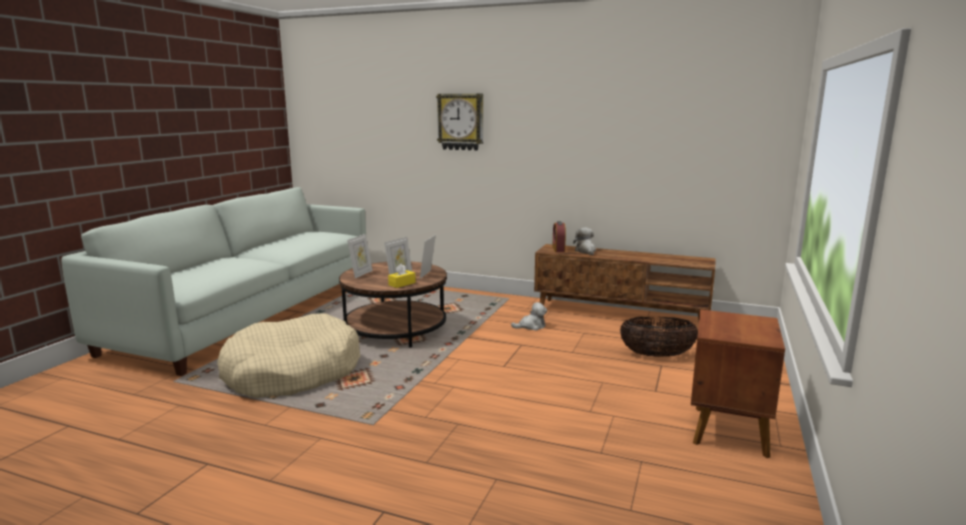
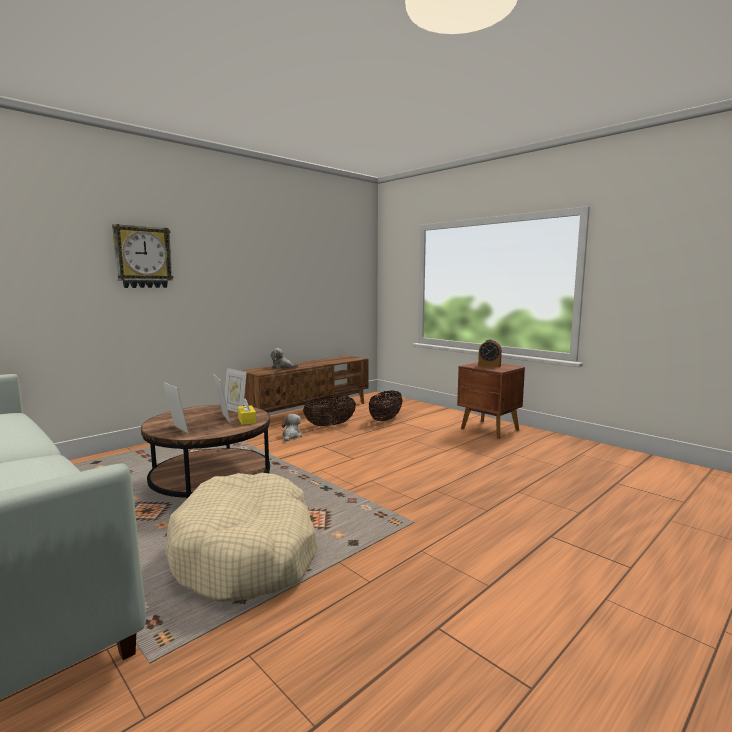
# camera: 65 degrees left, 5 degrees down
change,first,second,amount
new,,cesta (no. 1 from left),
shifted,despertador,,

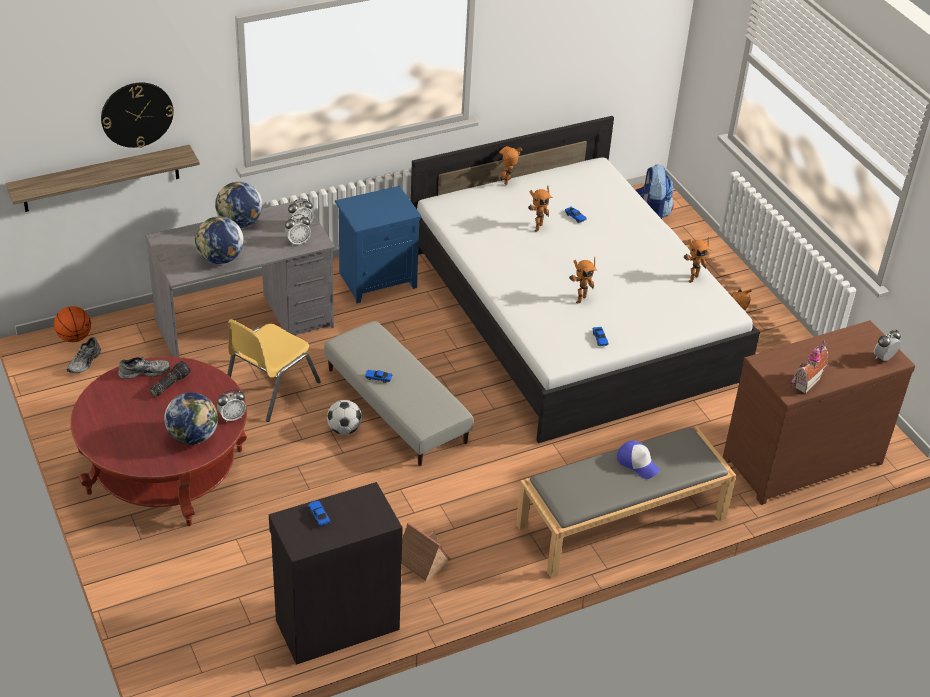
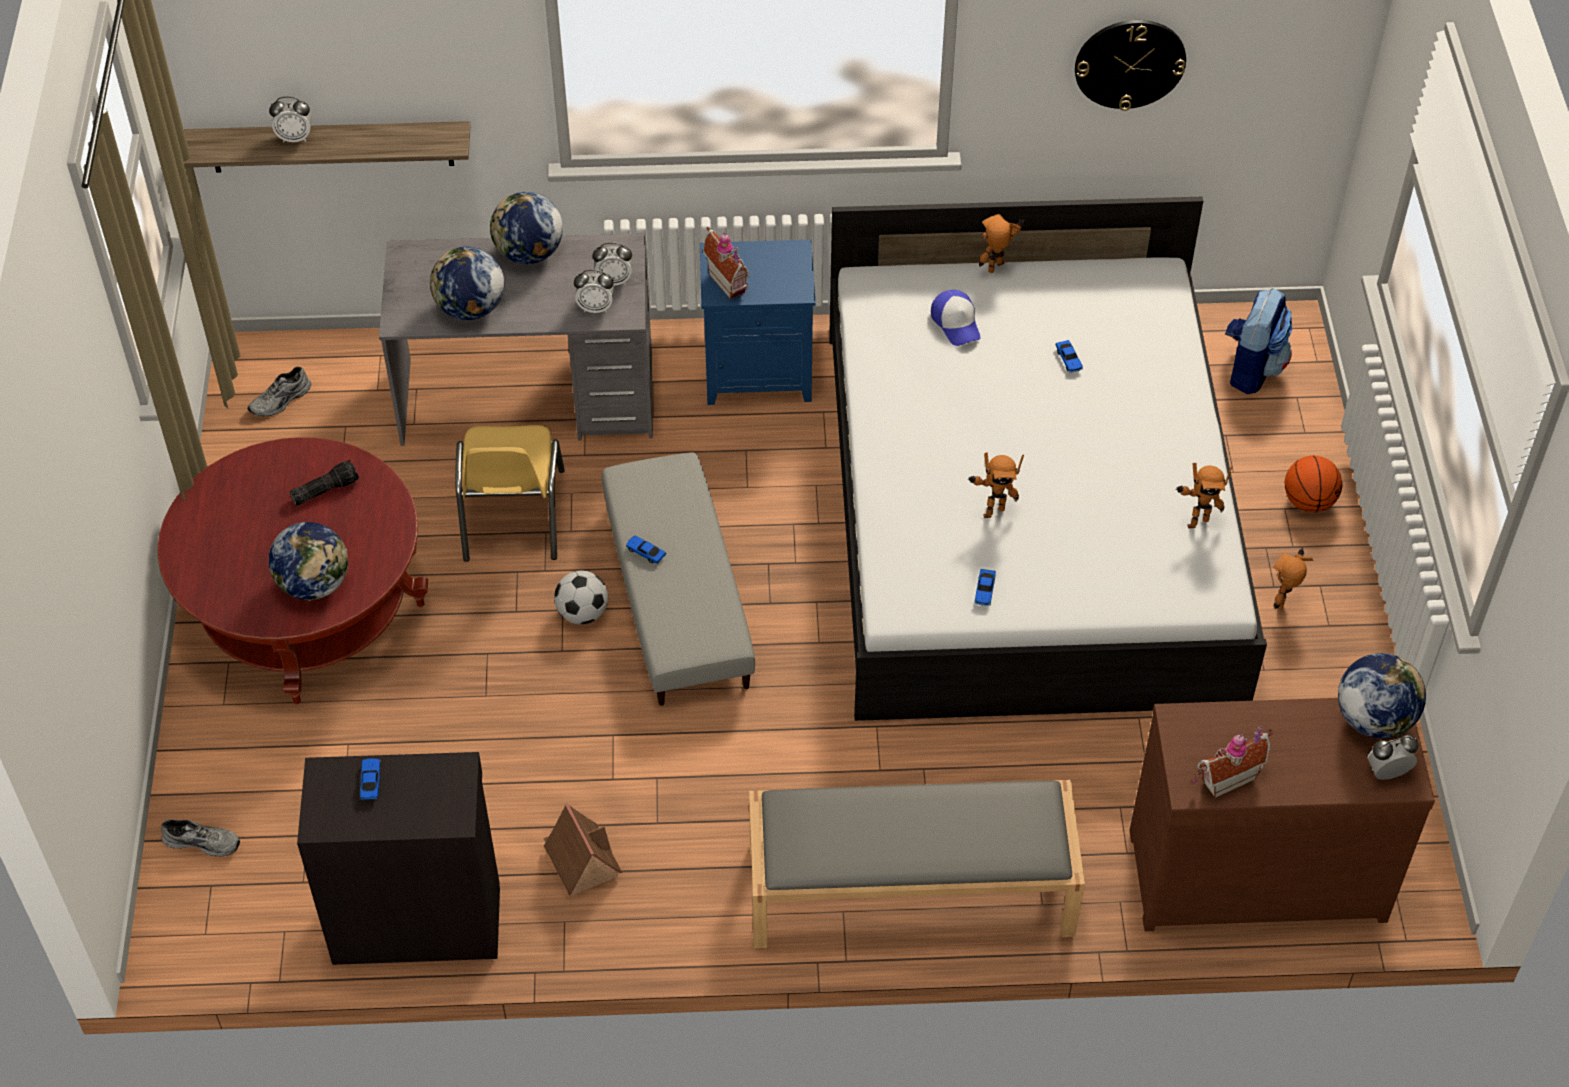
# camera: 25 degrees right, 10 degrees up
change,first,second,amount
shifted,zapato (gris) (no. 2 from left in the first image),zapato (gris) (no. 1 from left),
shifted,despertador (no. 1 from left),,
rotated,silla (amarillo),,60 degrees counterclockwise
new,,casita (no. 2 from left),
shifted,gorra,,
shifted,reloj de pared,,
shifted,balón de baloncesto,,
new,,globo terráqueo (no. 4 from left),
gone,robot de juguete (no. 2 from left),,

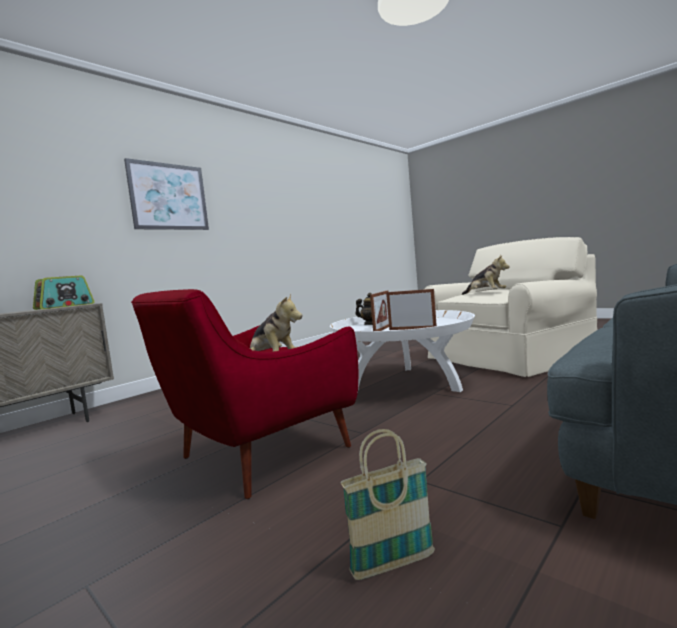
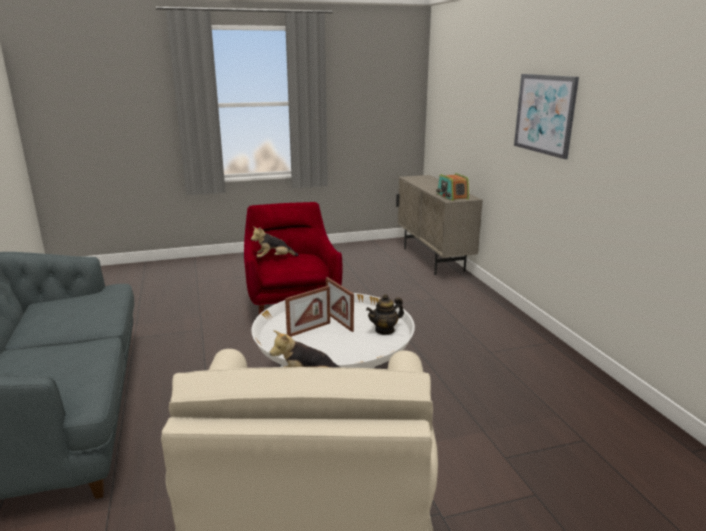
# camera: 120 degrees right, 15 degrees up
change,first,second,amount
gone,cesta,,

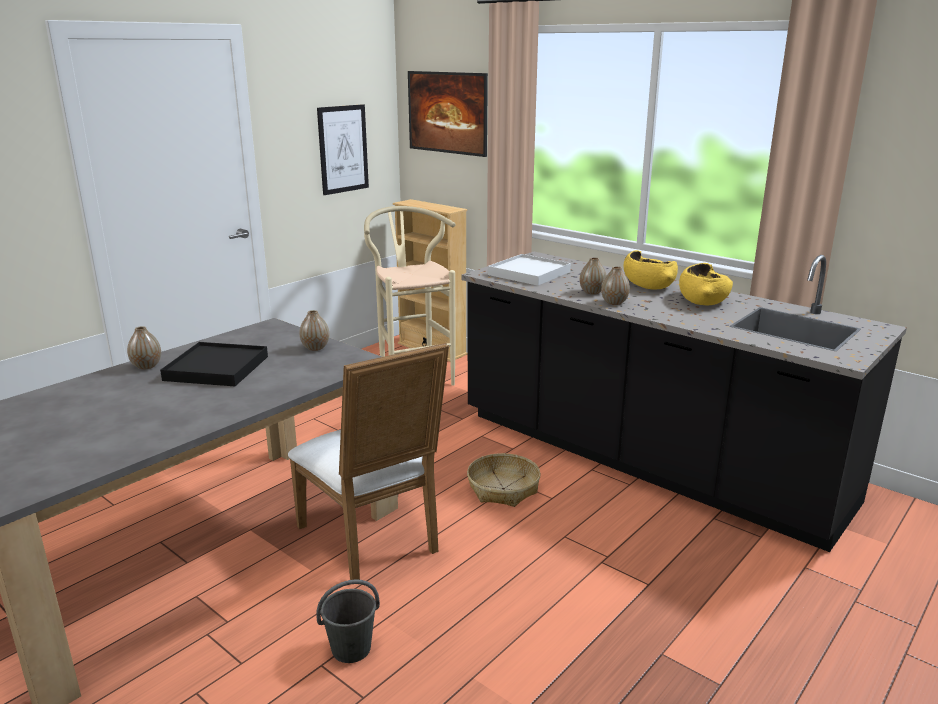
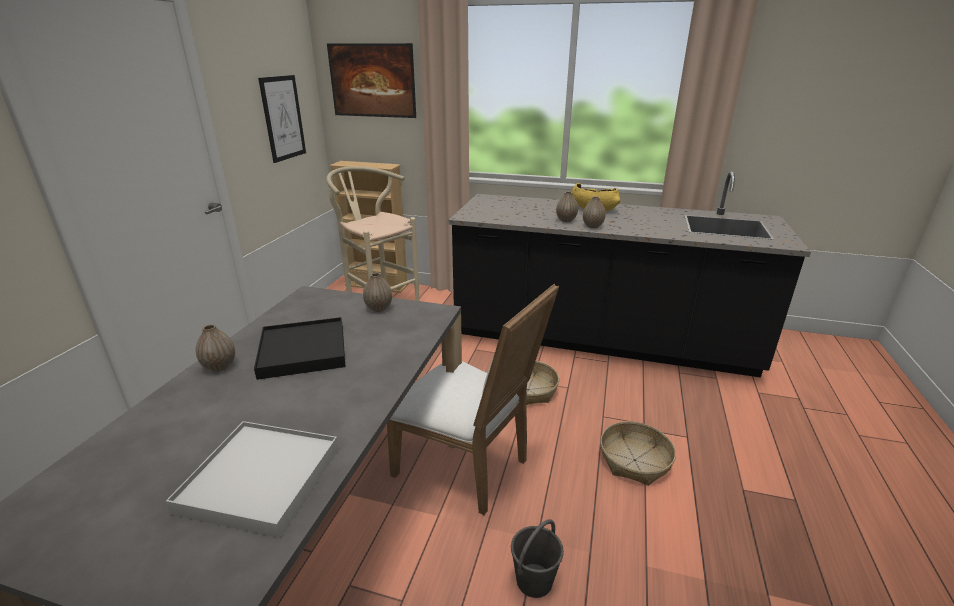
# camera: 25 degrees left, 5 degrees up
change,first,second,amount
shifted,bandeja (blanco),,
new,,cesta (no. 2 from left),
gone,cuenco (amarillo) (no. 2 from left),,

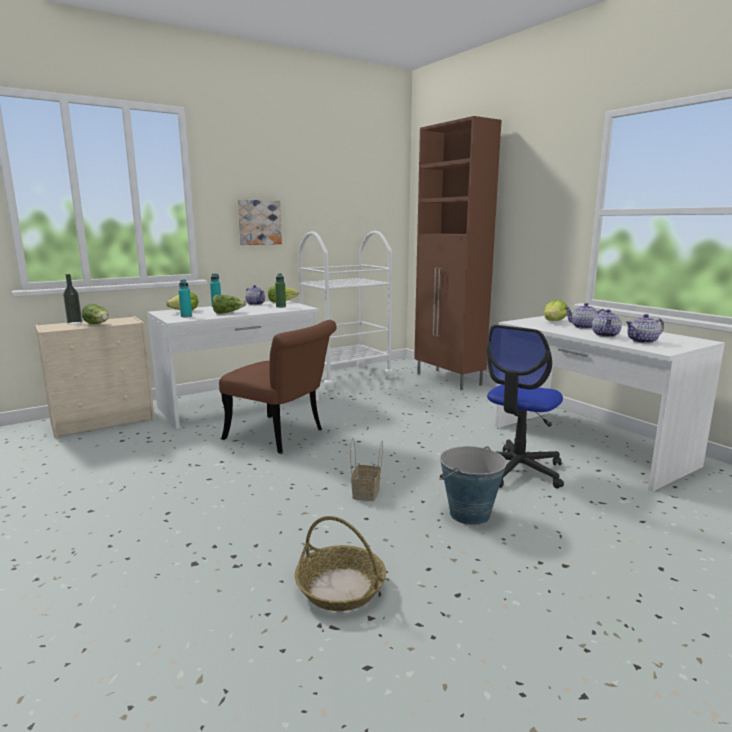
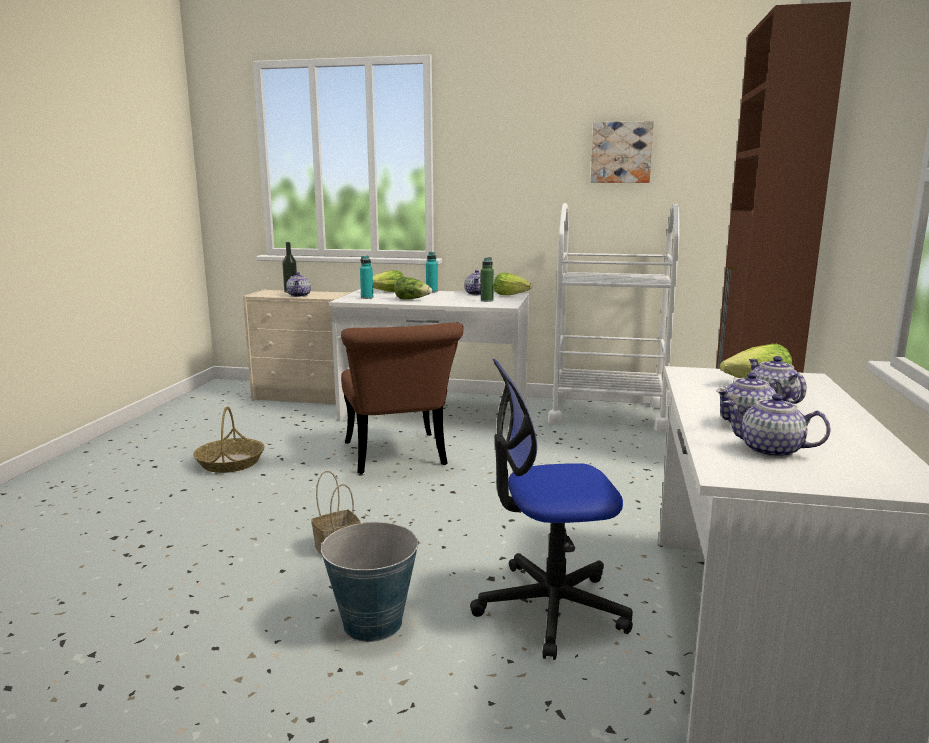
# camera: 45 degrees right, 0 degrees up
change,first,second,amount
shifted,cesta (no. 1 from left),,
swapped,lechuga (no. 1 from left),tetera (no. 1 from left),
shifted,cuadro,,

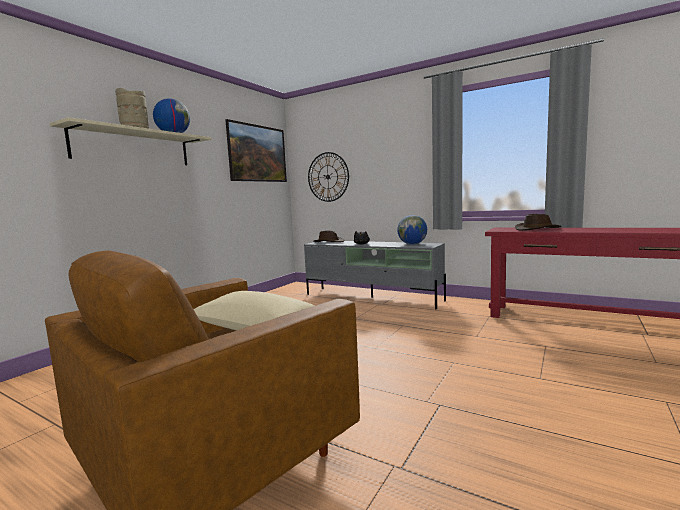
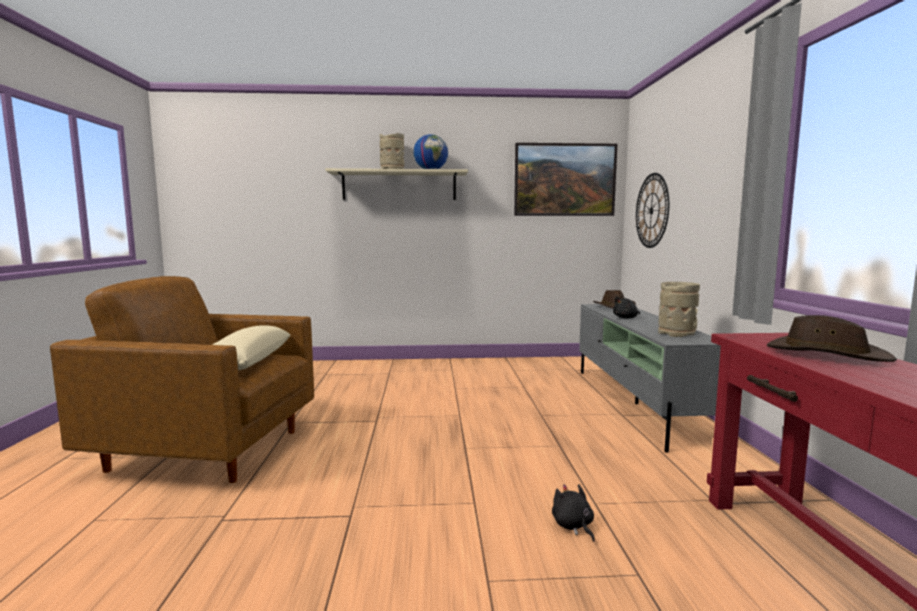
# camera: 55 degrees right, 0 degrees up
change,first,second,amount
new,,peluche (negro) (no. 1 from left),
swapped,globo terráqueo (no. 2 from left),florero (beis) (no. 2 from left),

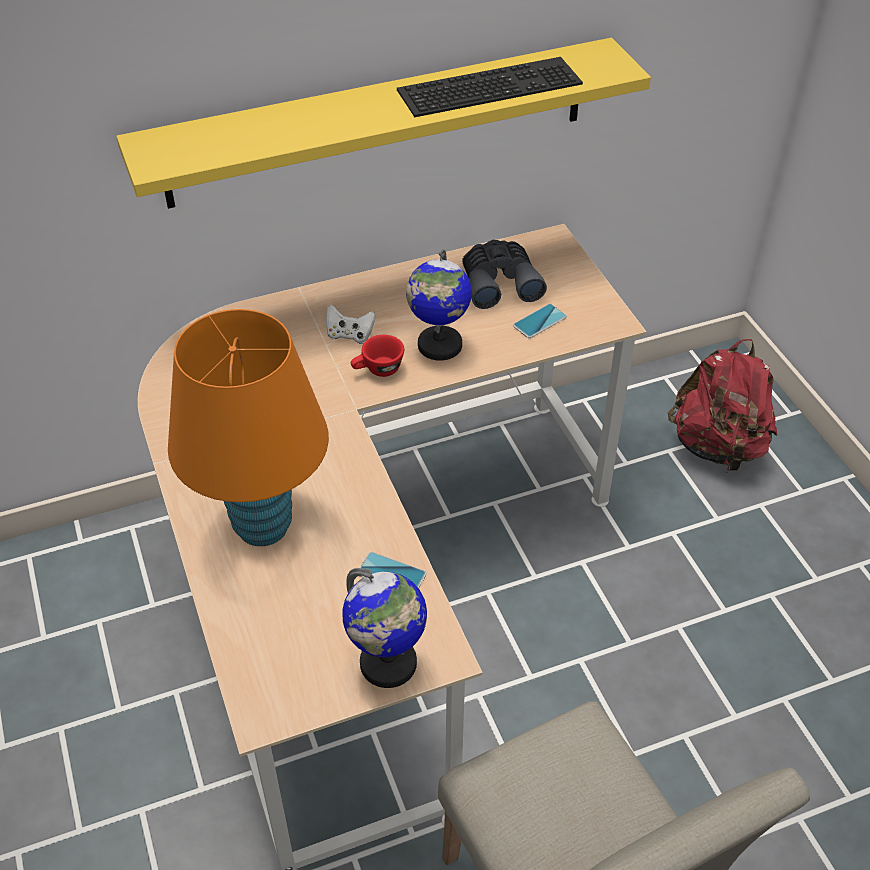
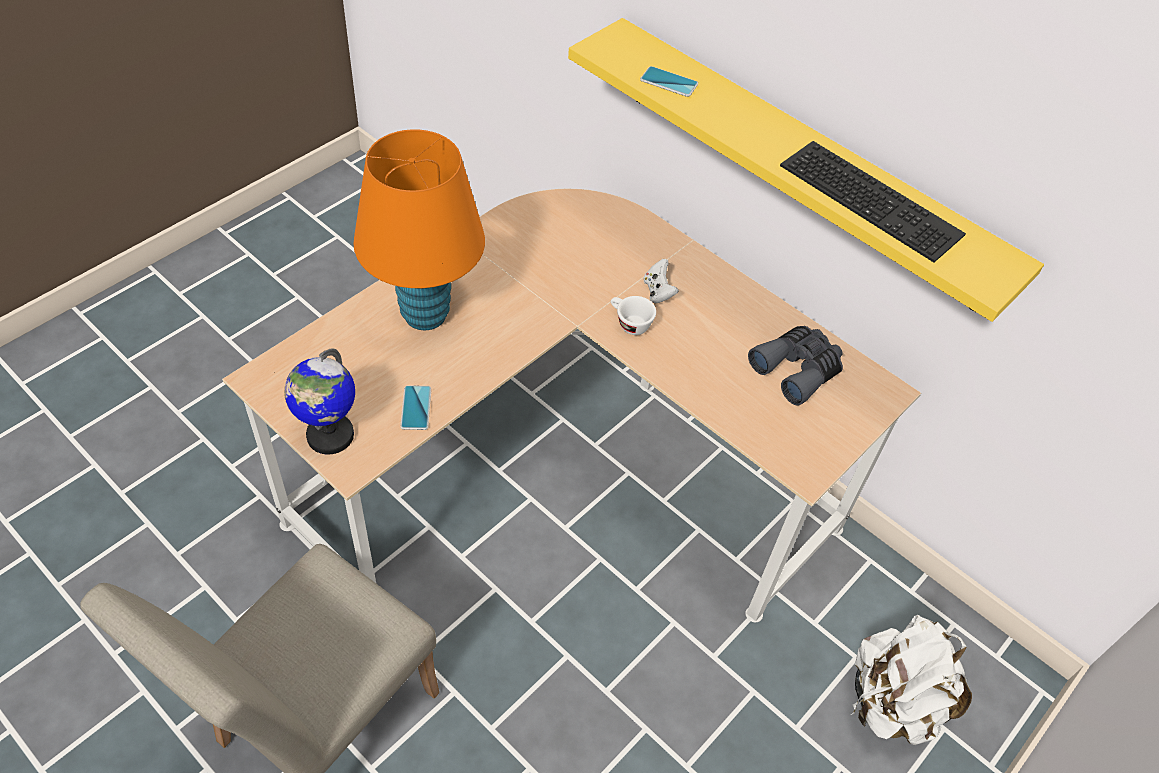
# camera: 60 degrees right, 5 degrees up
change,first,second,amount
repainted,taza (rojo),taza (blanco),
shifted,móvil (no. 2 from left),,
repainted,mochila (rojo),mochila (blanco),
gone,globo terráqueo (no. 2 from left),,

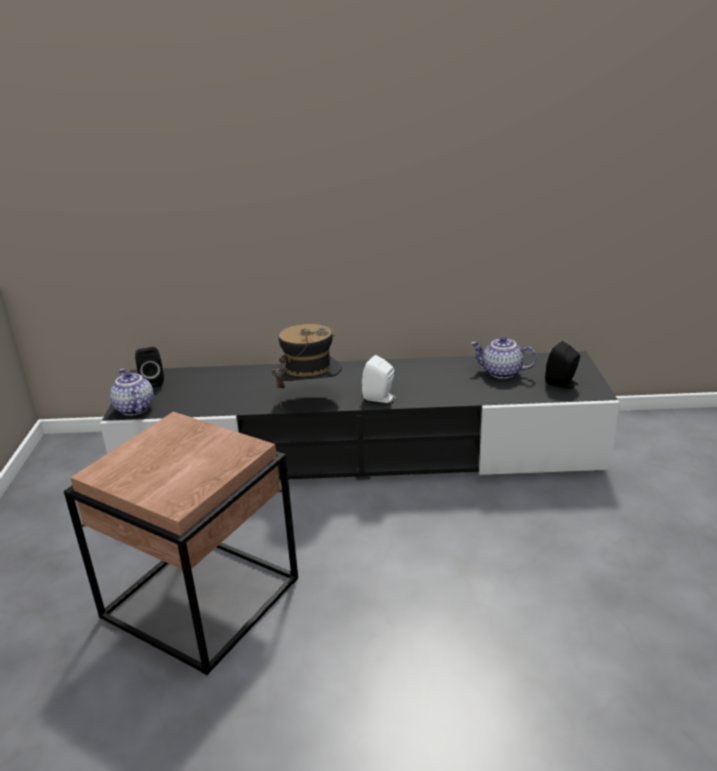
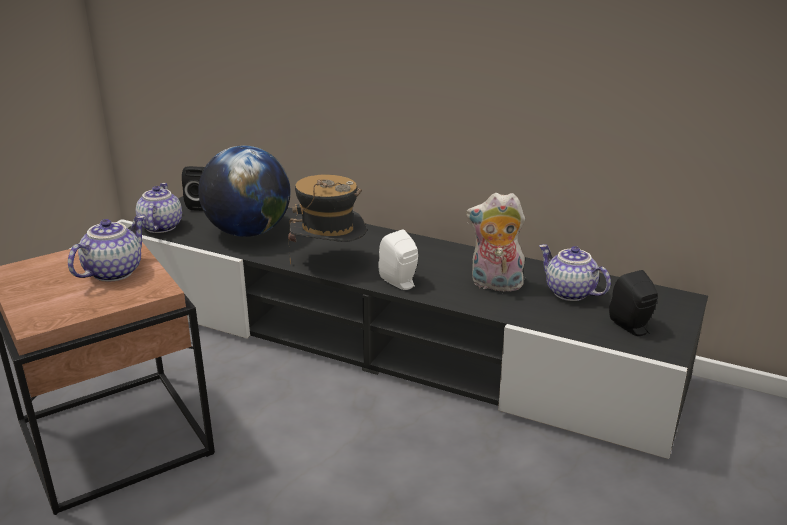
# camera: 25 degrees right, 0 degrees up
change,first,second,amount
new,,tetera (no. 1 from left),
new,,globo terráqueo,
new,,peluche,

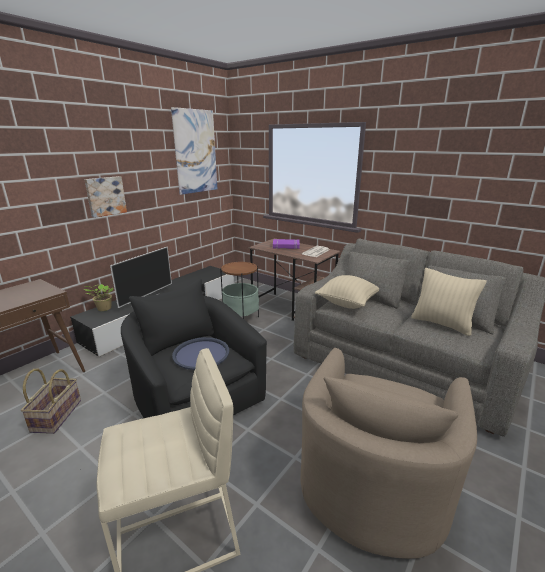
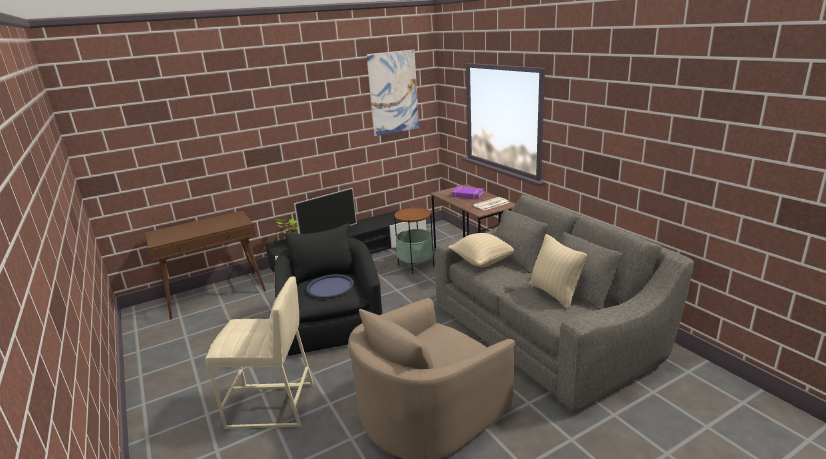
# camera: 25 degrees right, 0 degrees up
change,first,second,amount
gone,cesta,,
gone,cuadro (no. 1 from left),,

